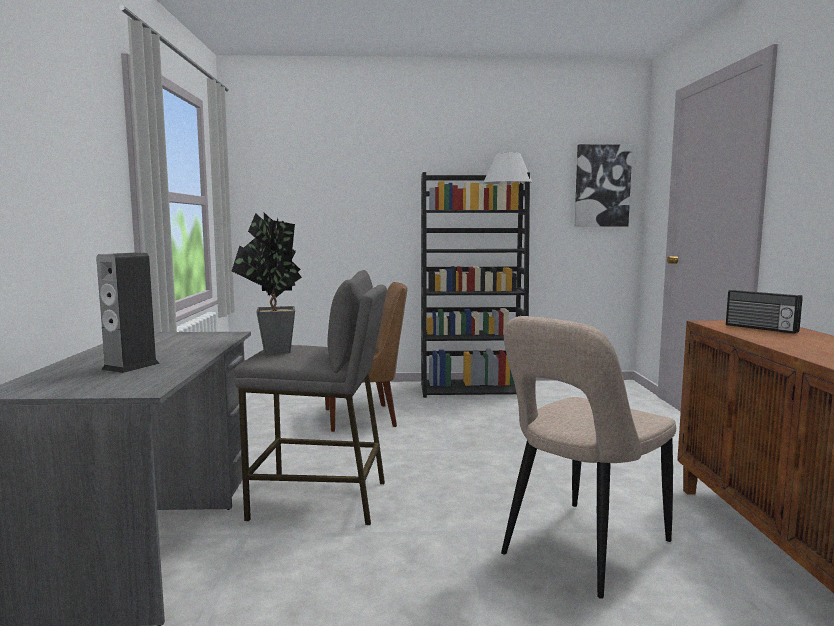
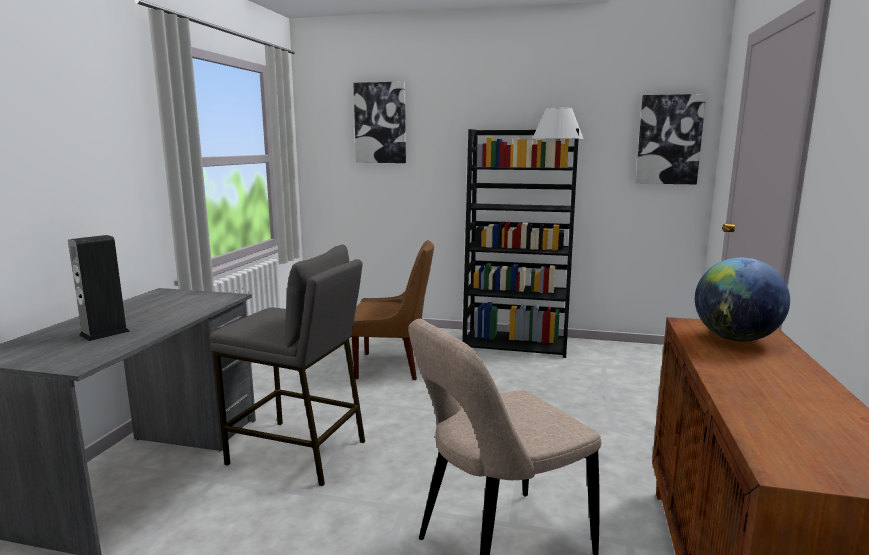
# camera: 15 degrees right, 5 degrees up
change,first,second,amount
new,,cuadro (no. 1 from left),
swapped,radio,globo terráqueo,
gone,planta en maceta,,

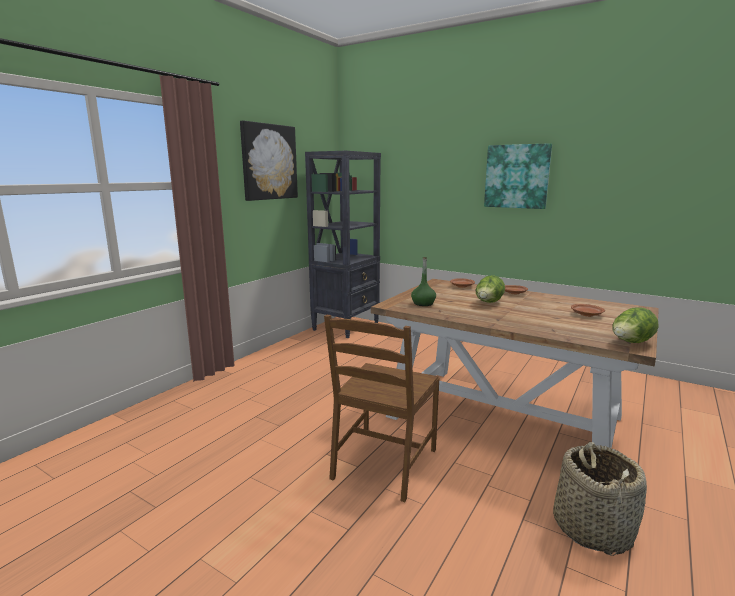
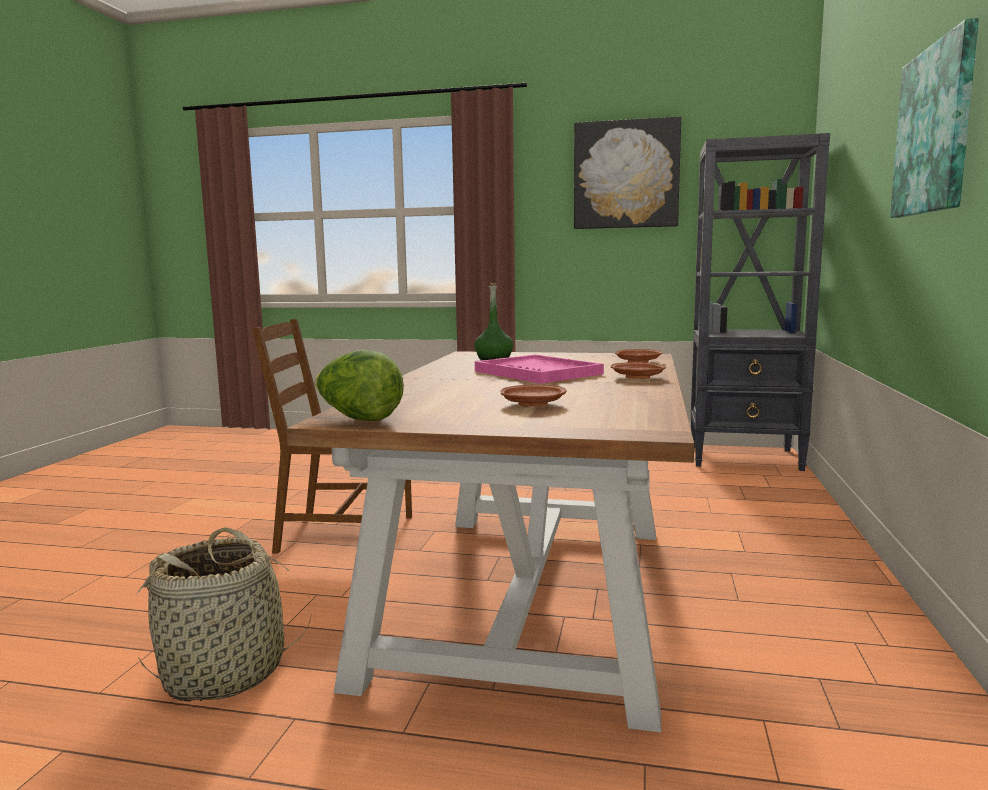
# camera: 70 degrees right, 5 degrees down
change,first,second,amount
swapped,lechuga (no. 1 from left),bandeja (rosa),

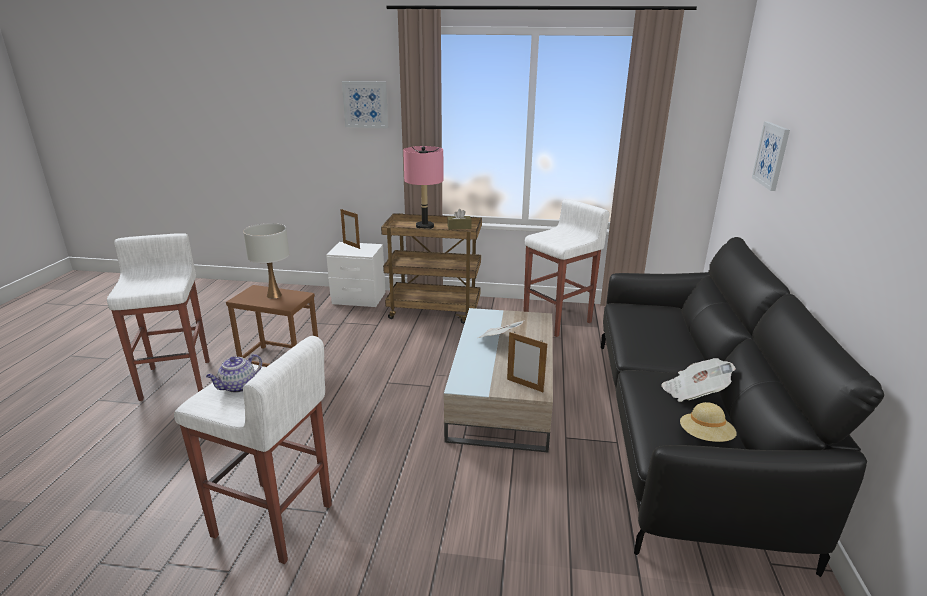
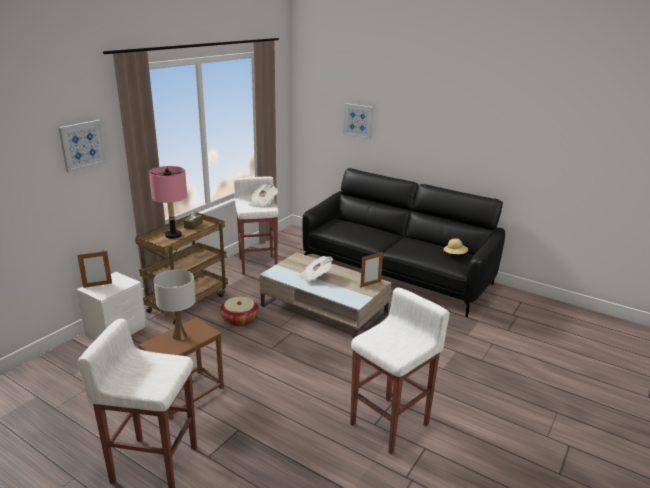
# camera: 65 degrees left, 0 degrees up
change,first,second,amount
new,,cesta,
shifted,periódico (no. 2 from left in the first image),periódico (no. 1 from left),
gone,tetera,,

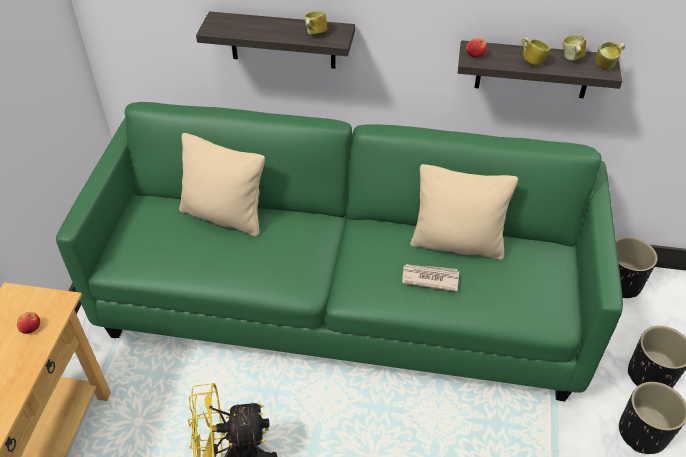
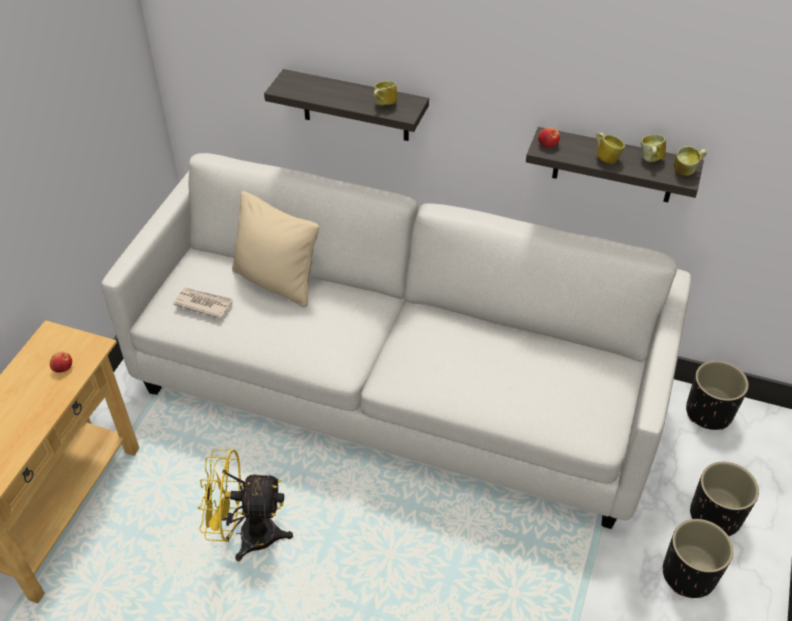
# camera: 10 degrees right, 0 degrees up
change,first,second,amount
repainted,sofá (verde),sofá (blanco),
shifted,periódico,,
gone,cojín (beis) (no. 2 from left),,

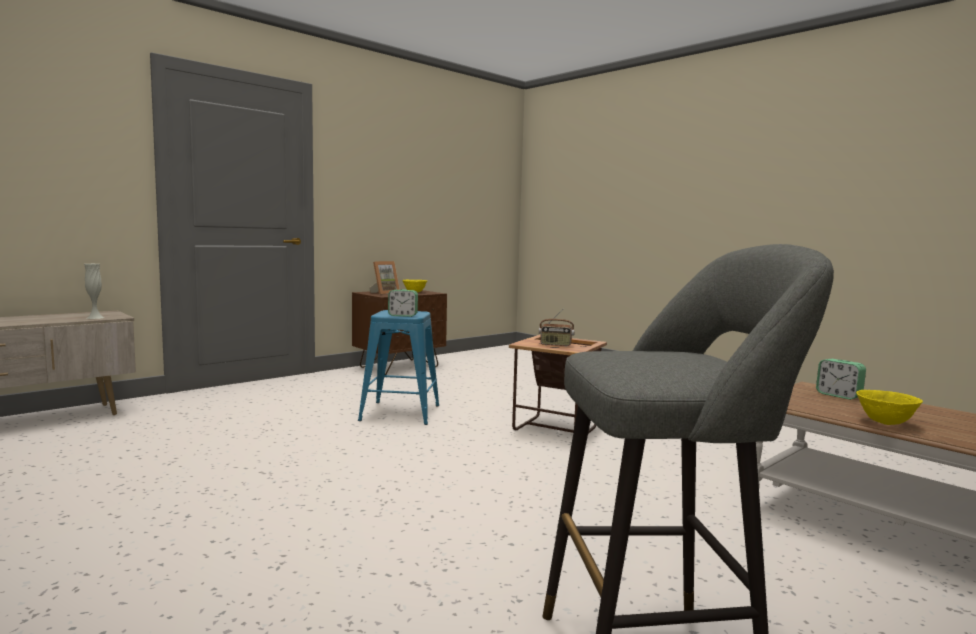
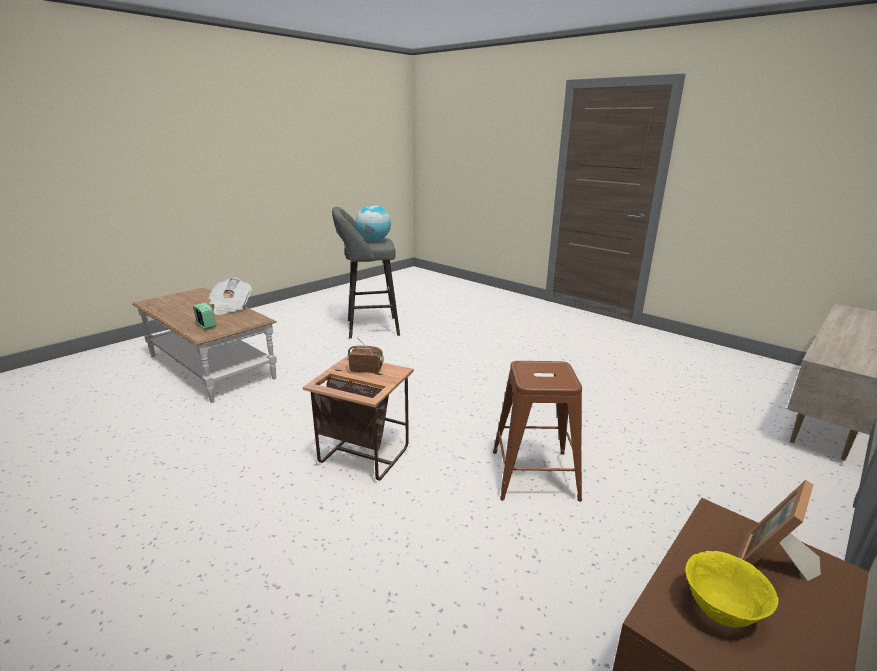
# camera: 175 degrees right, 15 degrees up
change,first,second,amount
swapped,cuenco (amarillo) (no. 2 from left),periódico,
new,,globo terráqueo,
repainted,taburete (azul),taburete (marrón),
gone,florero (blanco),,
gone,despertador (no. 1 from left),,

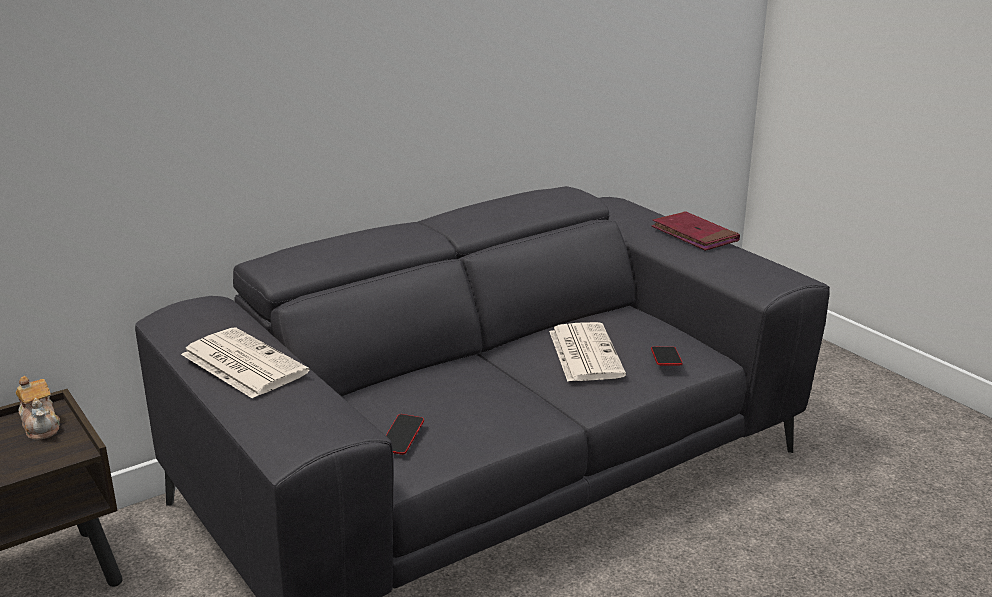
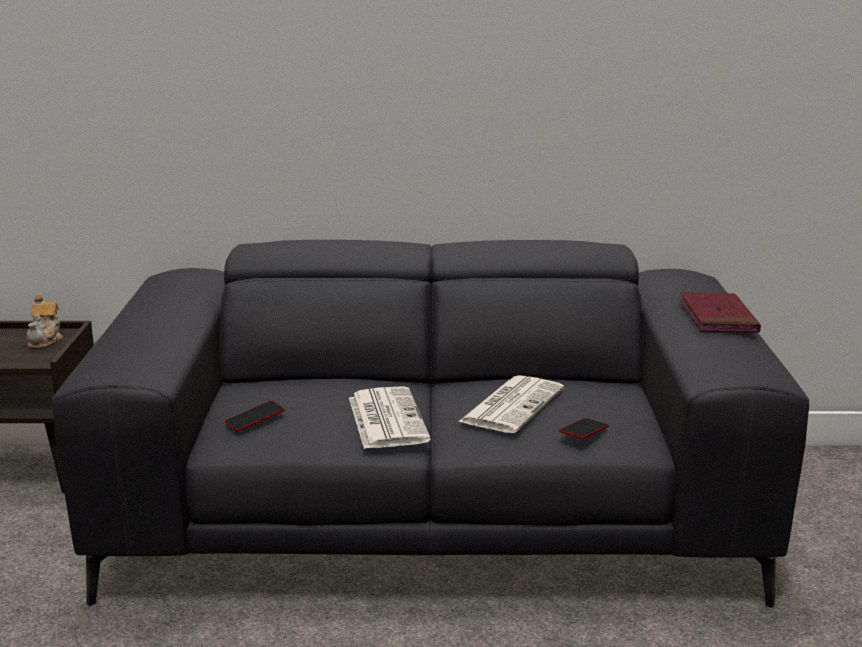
# camera: 35 degrees right, 5 degrees down
change,first,second,amount
shifted,periódico (no. 1 from left),,

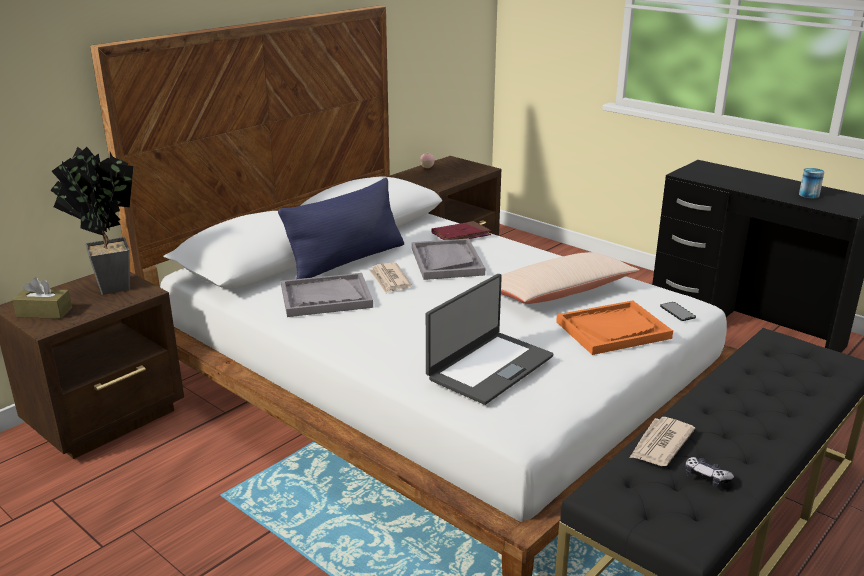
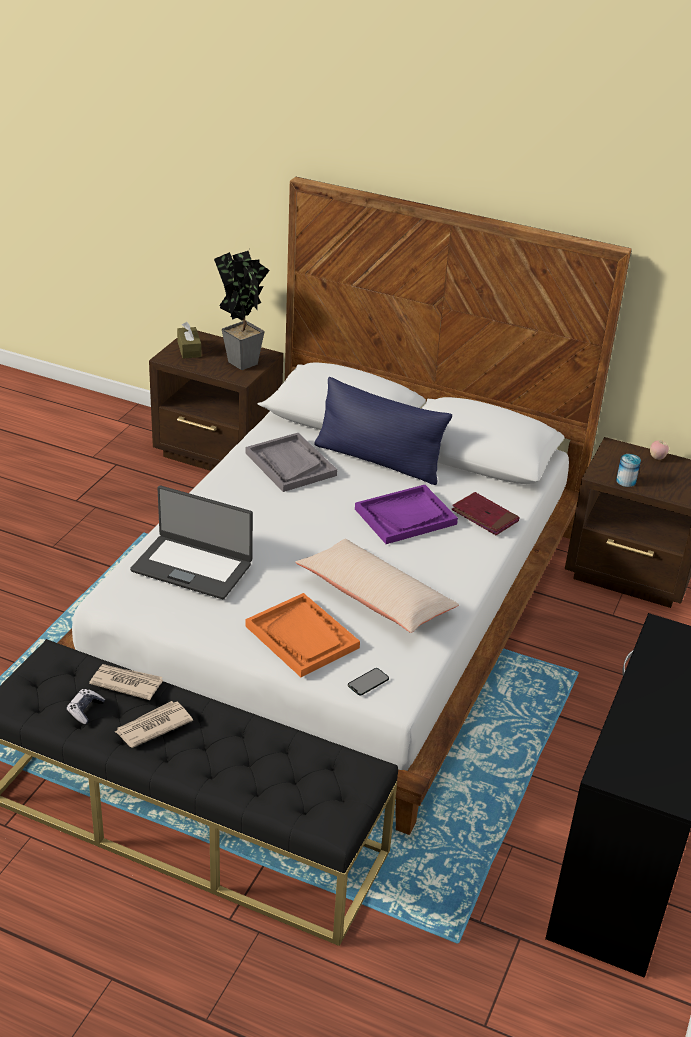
# camera: 70 degrees right, 10 degrees up
change,first,second,amount
shifted,periódico (no. 1 from left in the first image),periódico (no. 2 from left),
repainted,bandeja (gris) (no. 2 from left),bandeja (morado),
shifted,lata,,

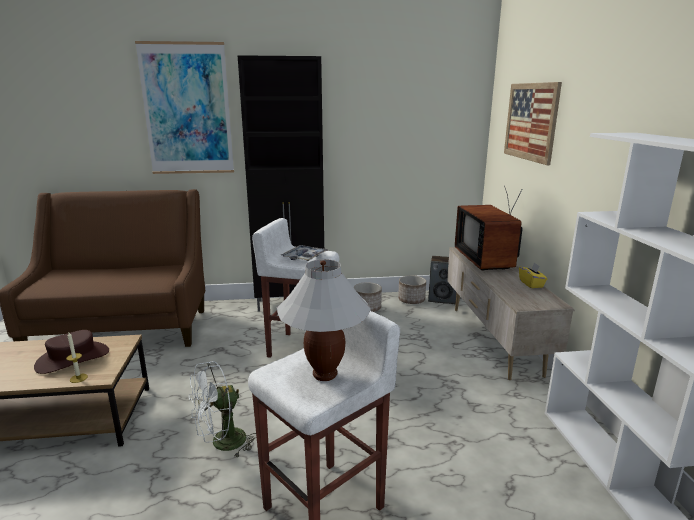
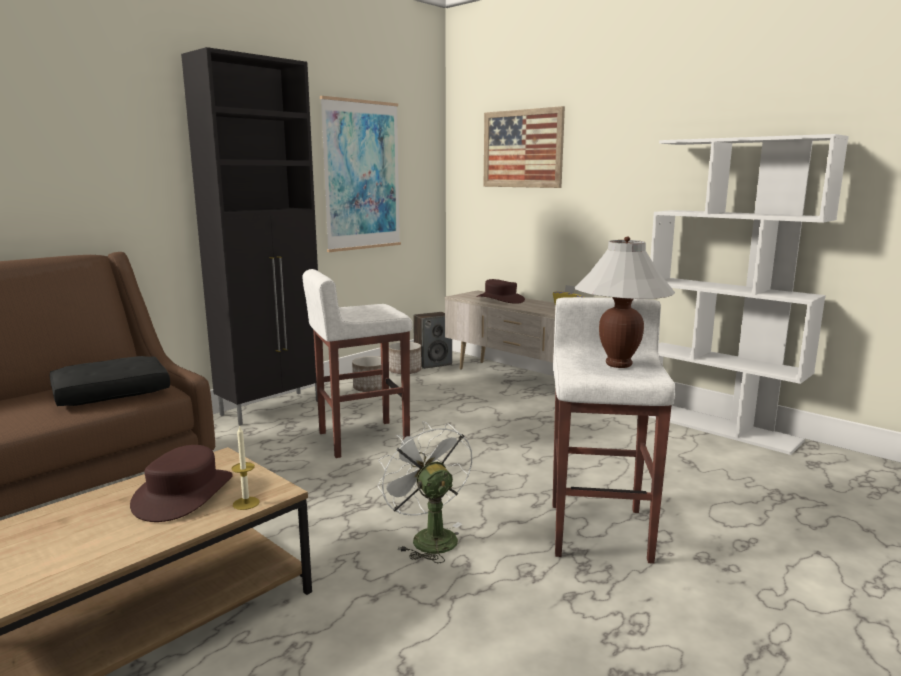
# camera: 40 degrees left, 5 degrees down
change,first,second,amount
new,,cojín (negro),
shifted,cuadro (no. 1 from left),,
rotated,ventilador (blanco),,135 degrees clockwise
swapped,televisor,sombrero (marrón) (no. 2 from left),
gone,bandeja,,

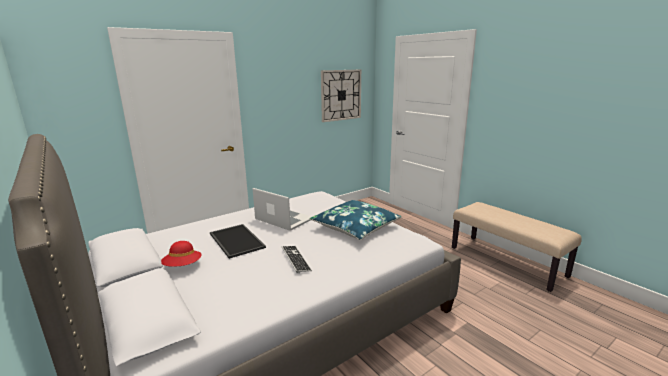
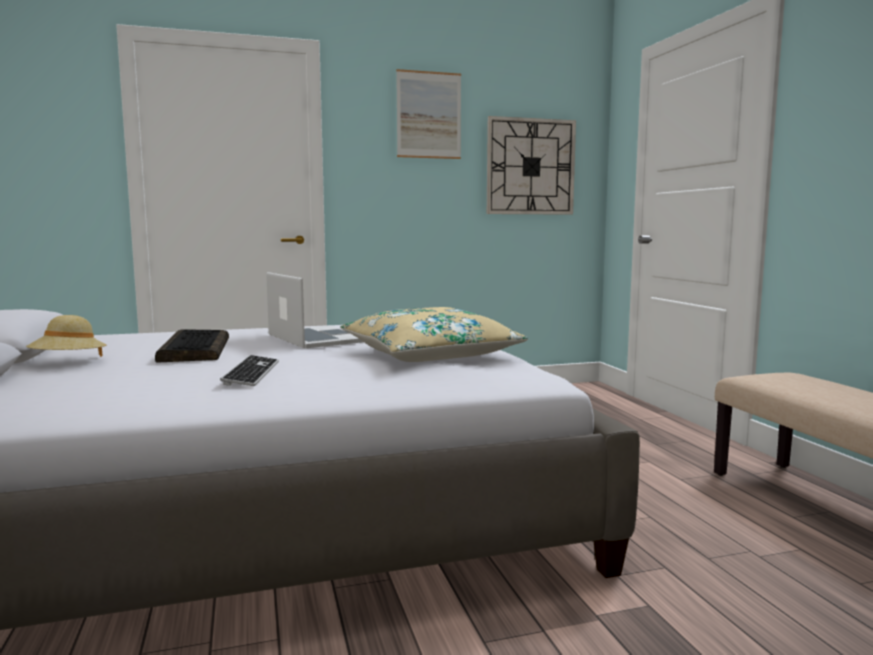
# camera: 20 degrees right, 10 degrees down
change,first,second,amount
repainted,sombrero (rojo),sombrero (beis),
swapped,bandeja,teclado (no. 1 from left),
repainted,cojín (azul),cojín (beis),
new,,cuadro,

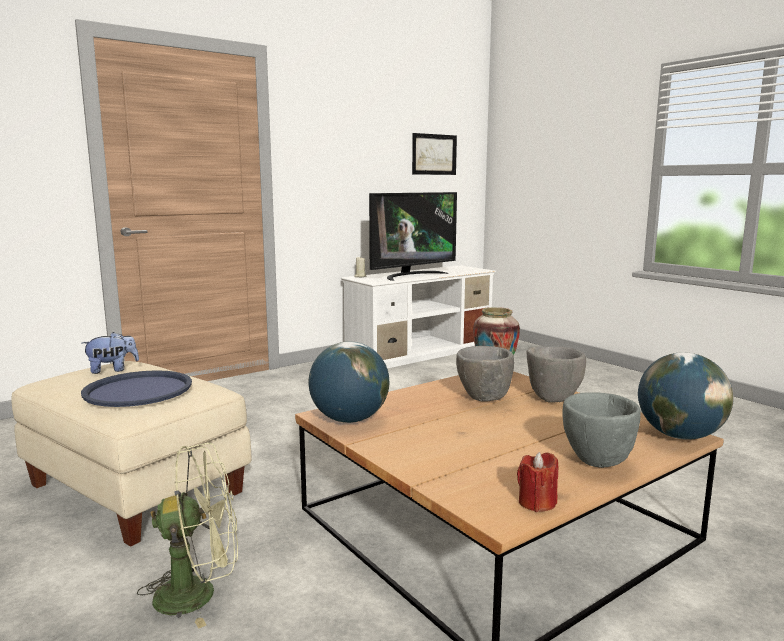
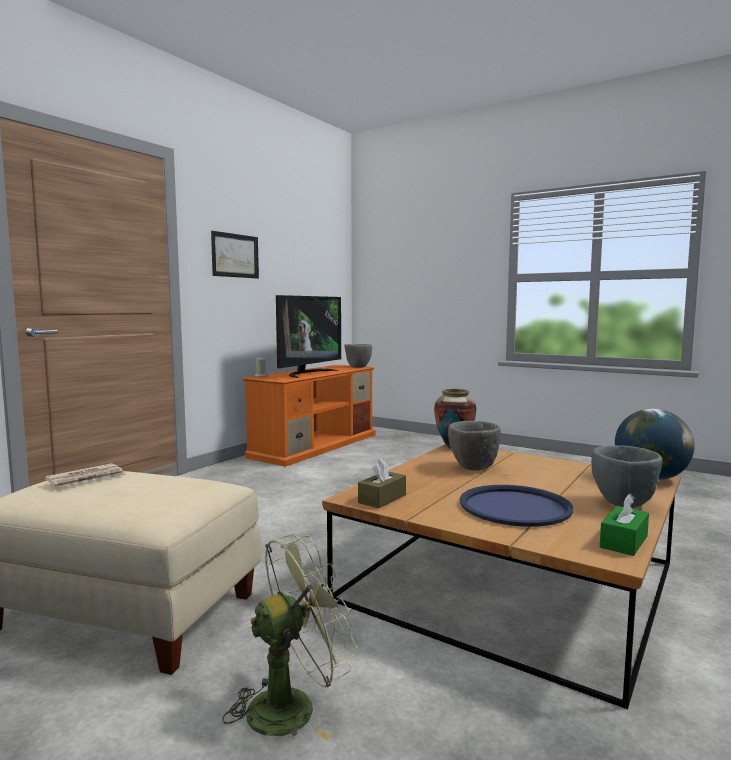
# camera: 20 degrees left, 5 degrees down
change,first,second,amount
swapped,peluche,periódico,
shifted,cuadro,,
repainted,mueble de televisión (blanco),mueble de televisión (naranja),
shifted,cuenco (gris) (no. 2 from left in the first image),cuenco (gris) (no. 1 from left),
swapped,globo terráqueo (no. 1 from left),caja de pañuelos (marrón),
shifted,bandeja (azul),,
swapped,vela (rojo),caja de pañuelos (verde),

